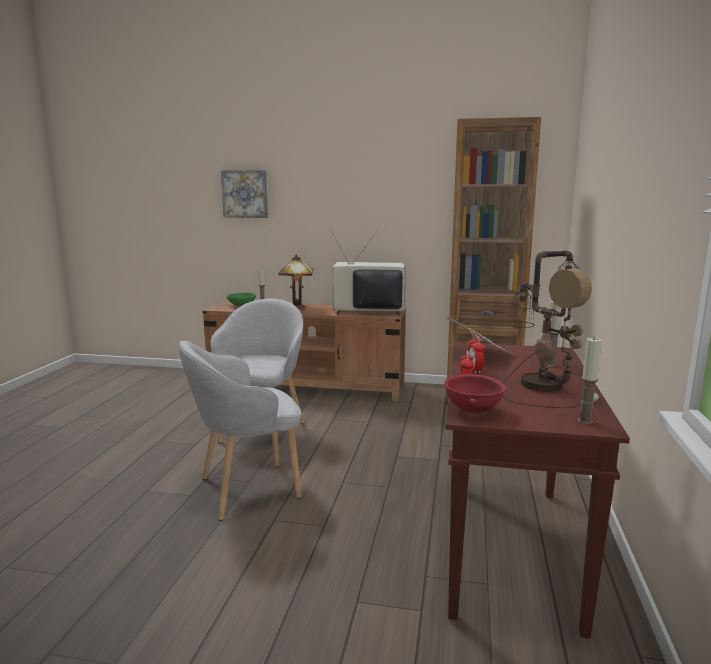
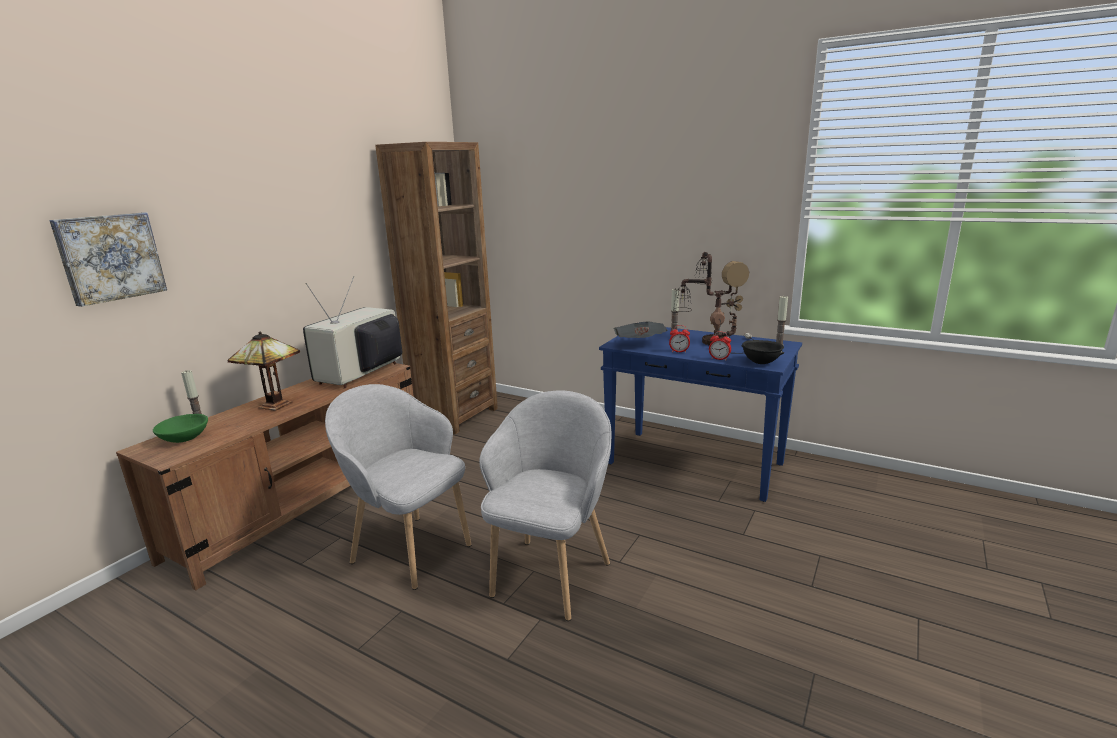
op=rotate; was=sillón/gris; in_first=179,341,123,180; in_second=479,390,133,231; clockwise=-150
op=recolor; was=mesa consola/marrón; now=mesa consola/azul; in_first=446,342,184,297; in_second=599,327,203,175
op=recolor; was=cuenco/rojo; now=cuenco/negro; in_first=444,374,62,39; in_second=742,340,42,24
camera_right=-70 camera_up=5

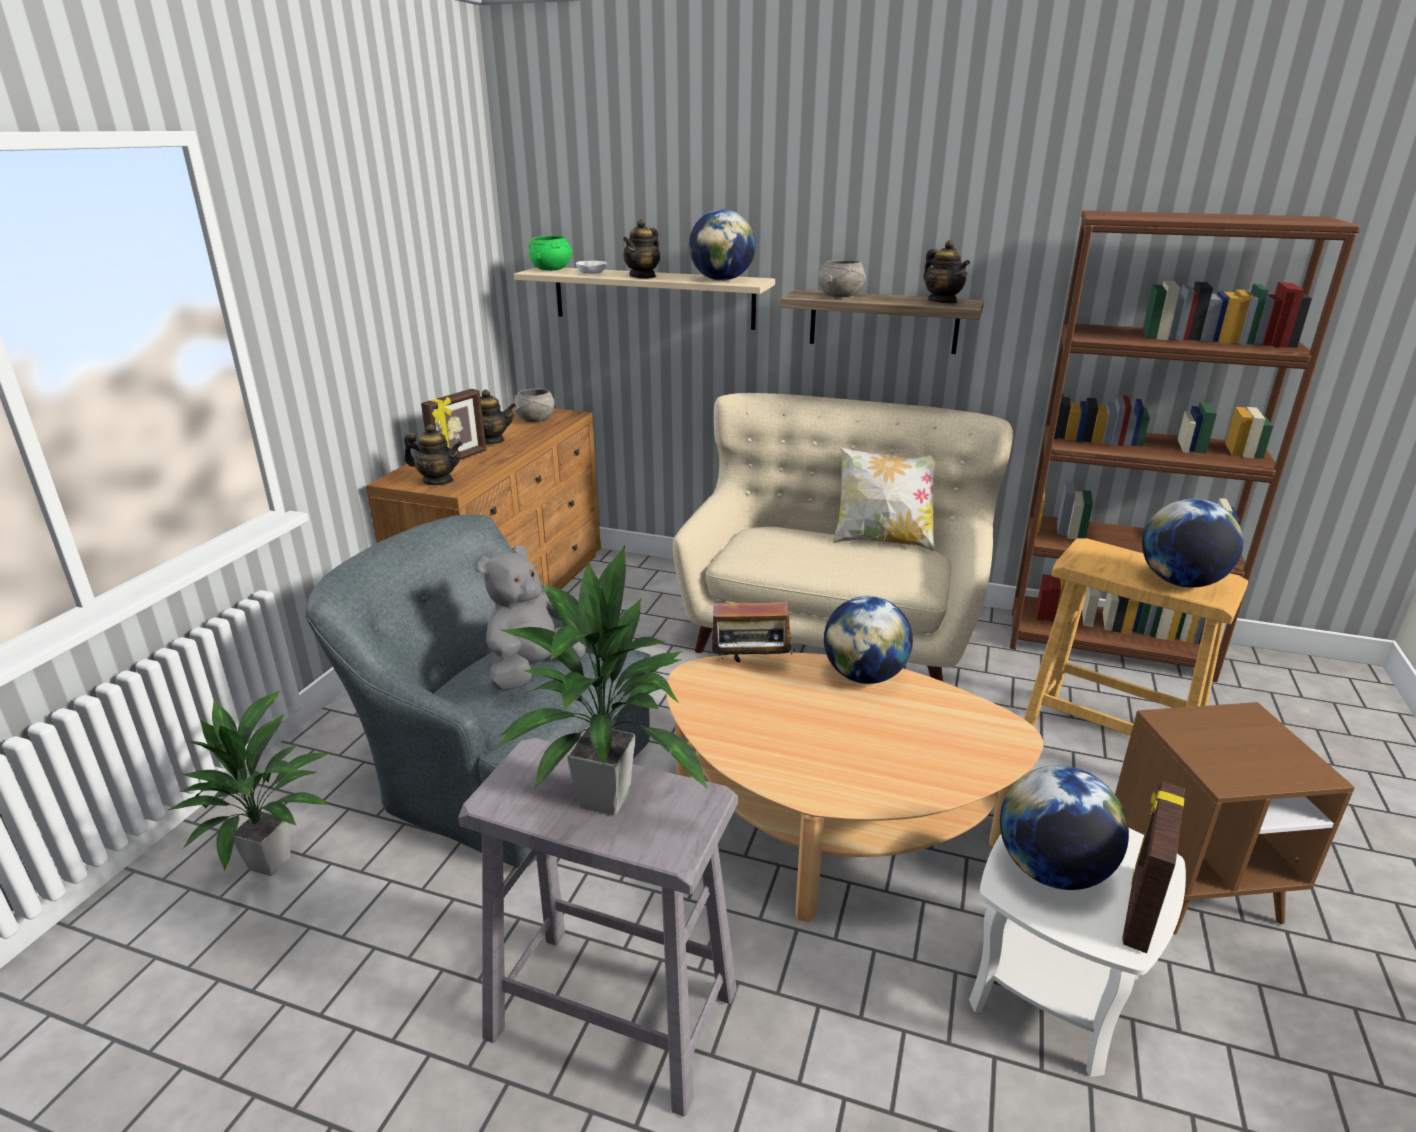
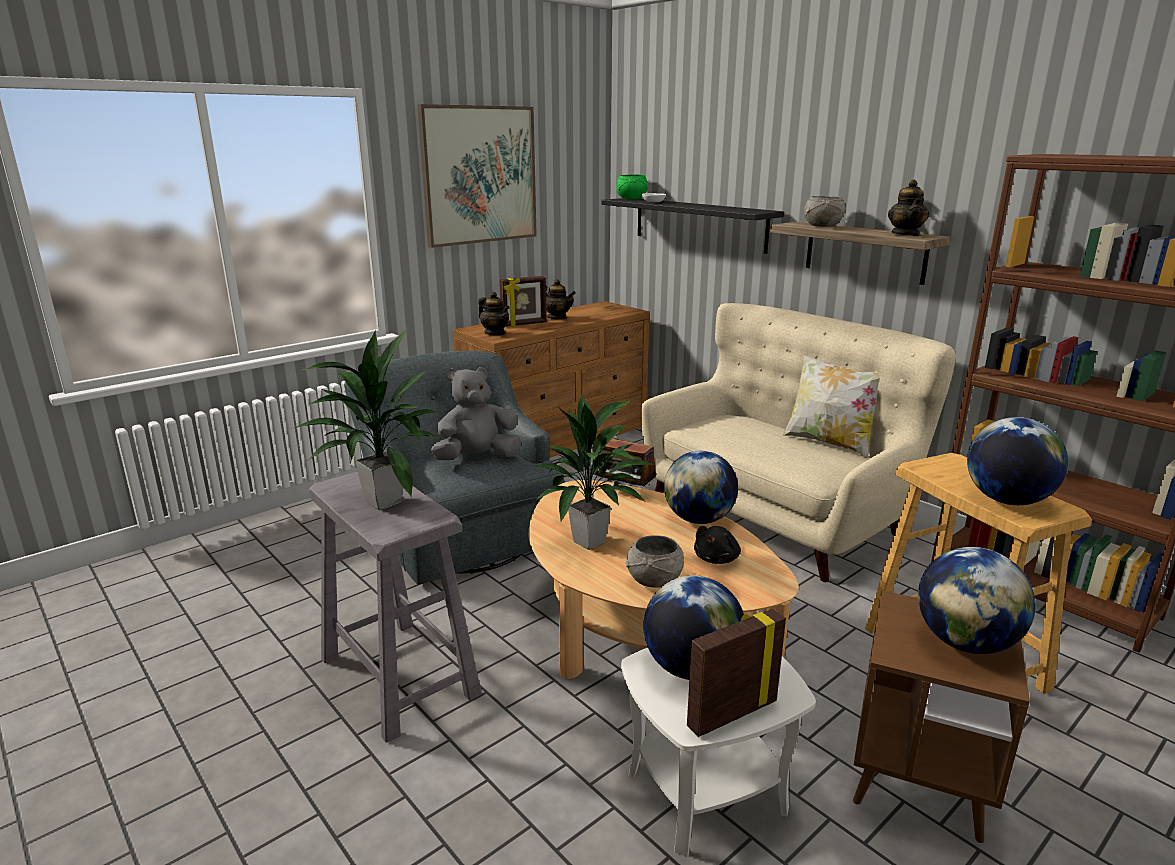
op=insert; now=cuadro; in_second=417,104,120,144
op=move; was=planta en maceta; in_first=168,690,162,186; in_second=534,394,119,156
op=recolor; was=estante/beis; now=estante/negro; in_first=514,267,261,63; in_second=601,198,183,56
op=move; was=cuenco/gris; in_first=514,388,41,34; in_second=626,535,58,53
op=insert; now=peluche/negro; in_second=694,526,47,38
op=move; was=globo terráqueo; in_first=689,209,67,72; in_second=918,547,117,107
op=delete; was=tetera; in_first=623,220,37,59
camera_right=30 camera_up=-5

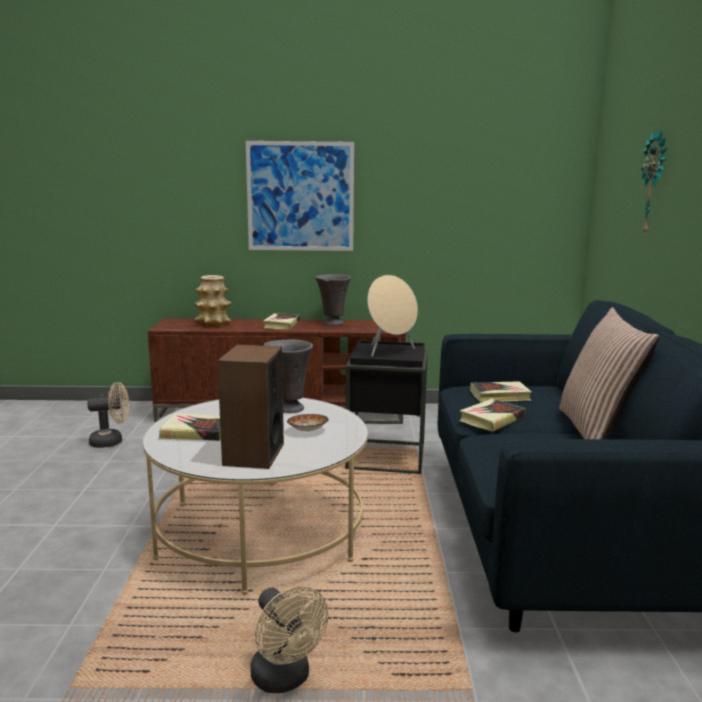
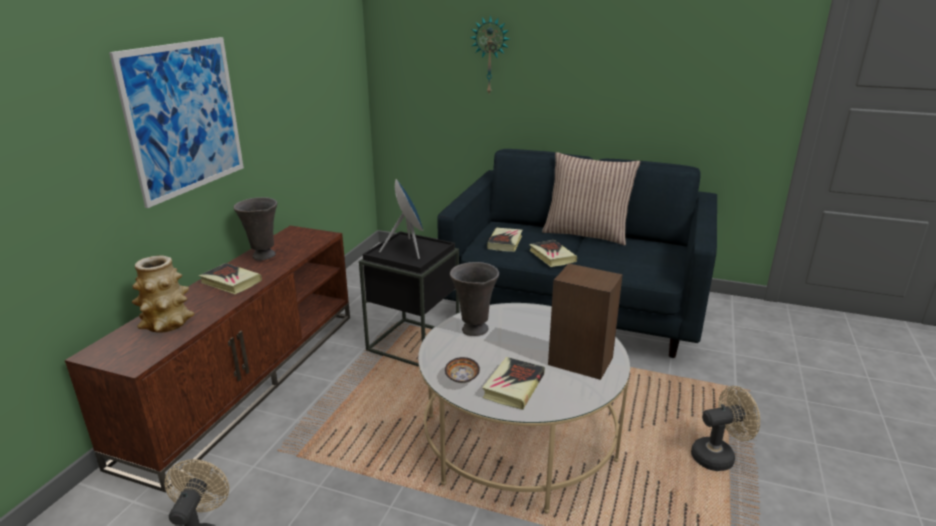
op=recolor; was=altavoz/beis; now=altavoz/azul; in_first=367,275,51,82; in_second=379,179,45,80
op=move; was=cuenco; in_first=287,414,42,18; in_second=445,357,35,26
camera_right=-70 camera_up=10

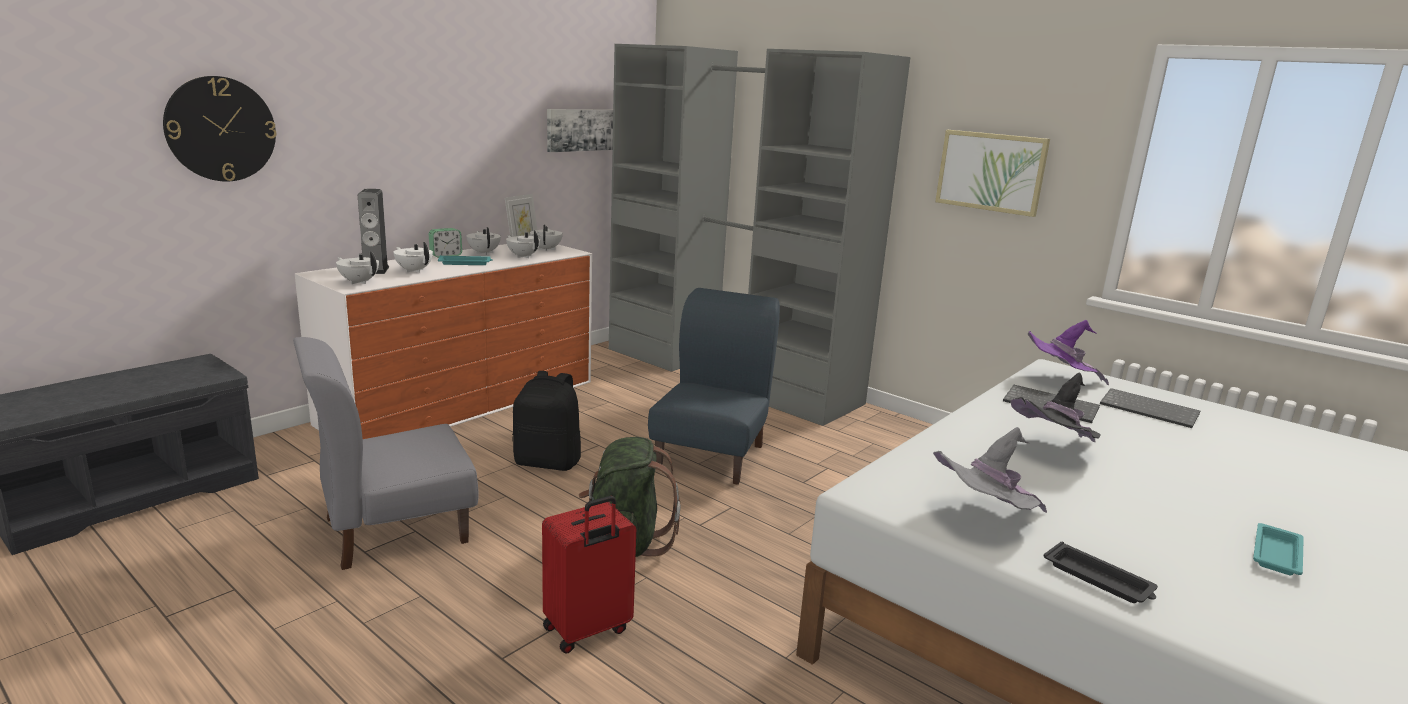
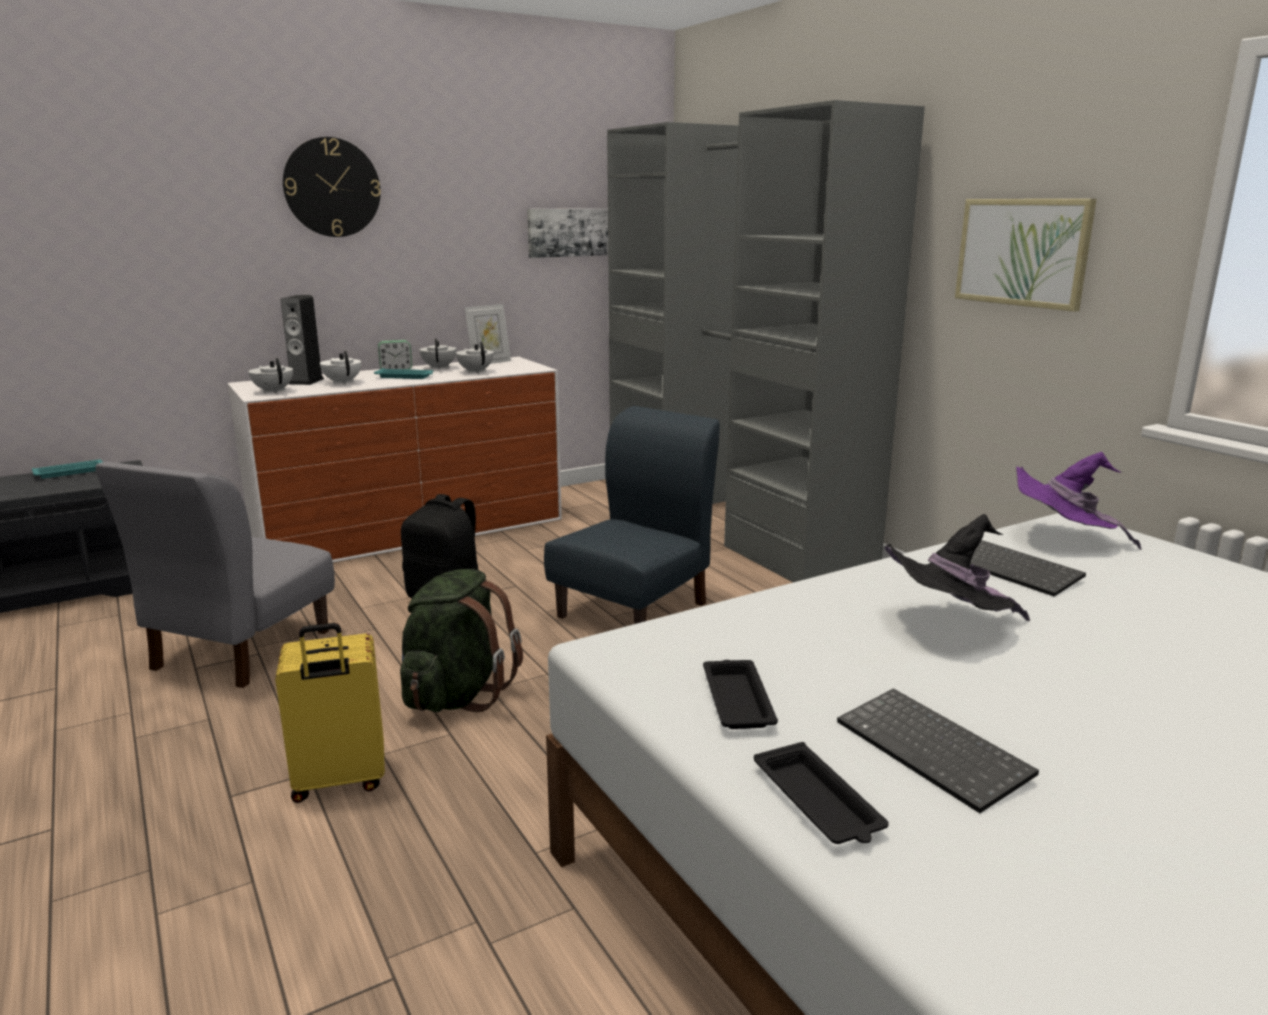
op=move; was=bandeja/turquesa; in_first=1253,523,51,52; in_second=32,460,71,19
op=rotate; was=silla/gris; in_first=293,337,186,233; in_second=95,462,240,226; clockwise=-60
op=recolor; was=maleta/rojo; now=maleta/amarillo; in_first=542,496,94,158; in_second=275,623,110,180
op=move; was=reloj de pared; in_first=163,76,114,106; in_second=283,137,98,100
op=replace; was=sombrero/gris; now=bandeja/negro; in_first=933,427,114,86; in_second=703,660,75,69
op=move; was=teclado; in_first=1100,388,100,40; in_second=837,688,202,125
op=delete; was=tetera/blanco; in_first=530,224,33,27
camera_right=20 camera_up=0

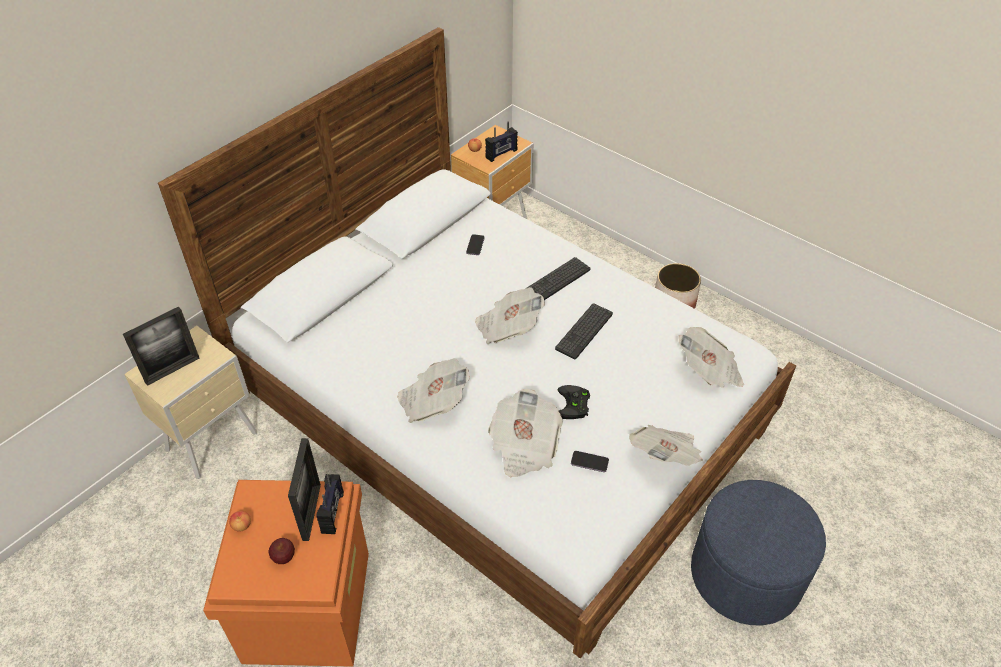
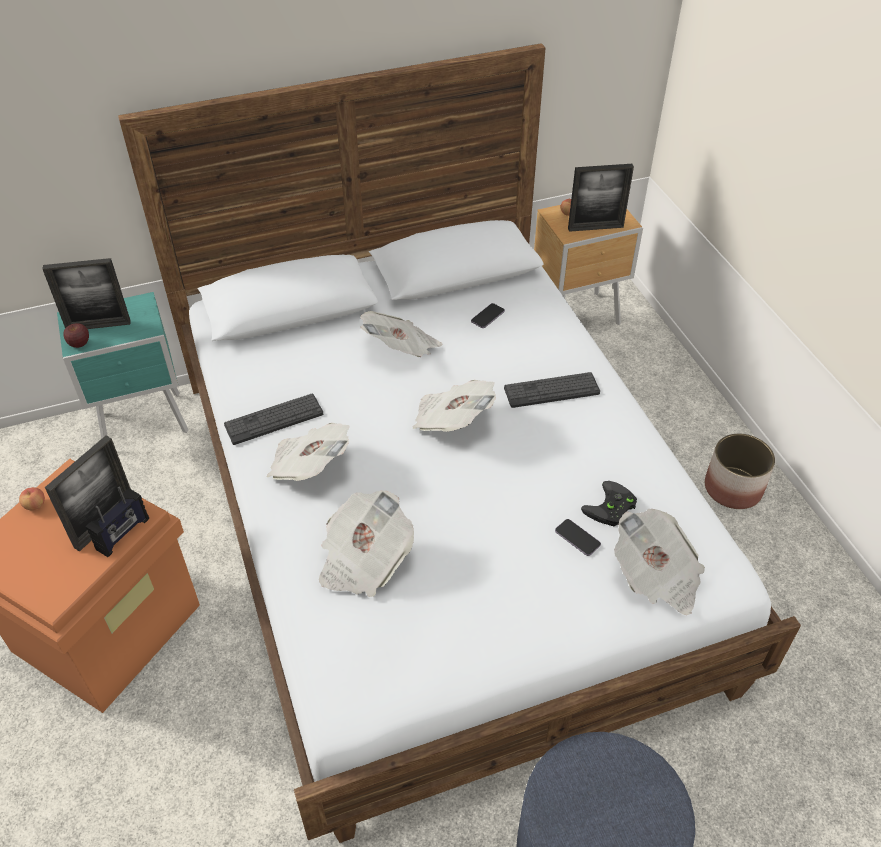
op=recolor; was=mesita de noche/beis; now=mesita de noche/turquesa; in_first=124,326,133,153; in_second=57,292,131,147
op=move; was=manzana; in_first=268,538,27,26; in_second=64,323,25,25
op=move; was=teclado; in_first=555,303,58,56; in_second=224,394,99,51
op=move; was=periódico; in_first=629,425,74,41; in_second=360,311,83,46
op=move; was=móvil; in_first=571,451,38,21; in_second=555,519,46,37
op=replace; was=radio; now=portarretratos; in_first=485,122,33,40; in_second=568,164,66,68
op=move; was=mando de consola/negro; in_first=557,385,33,34; in_second=581,481,56,45
camera_right=30 camera_up=0

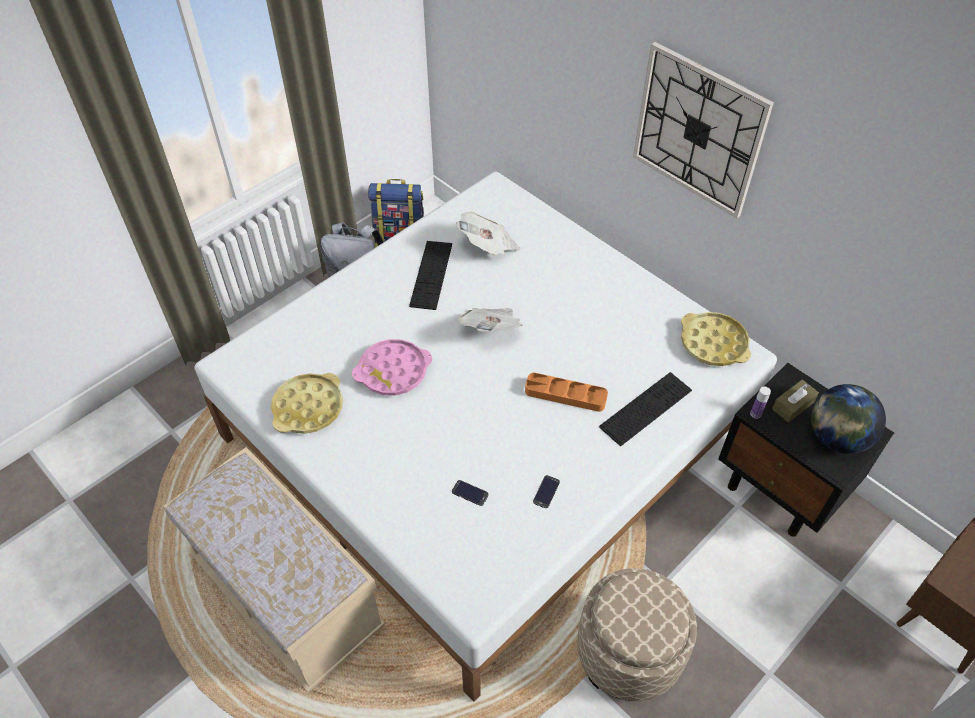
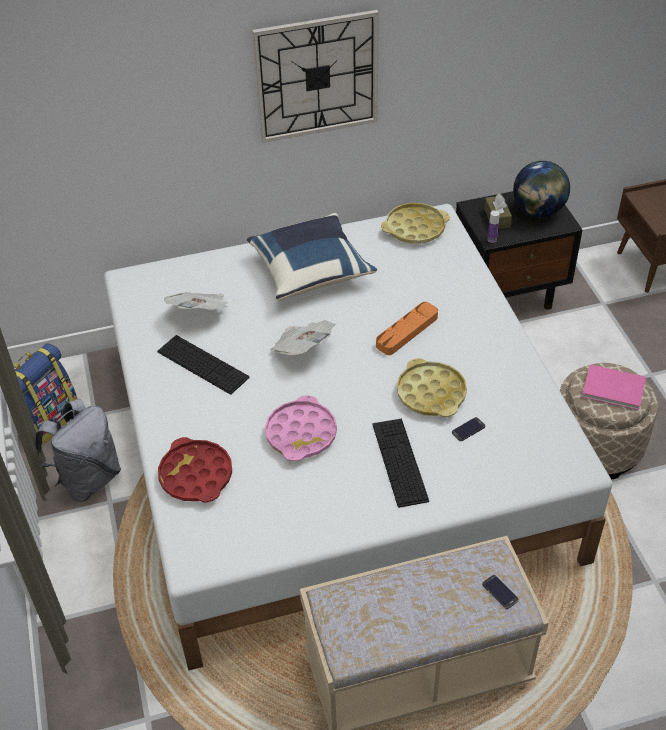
op=insert; now=bandeja/rojo; in_second=158,437,74,65
op=insert; now=cojín/azul; in_second=247,213,130,88
op=move; was=teclado; in_first=599,372,93,74; in_second=372,419,57,89
op=move; was=bandeja/amarillo; in_first=271,373,72,61; in_second=397,358,70,59
op=move; was=móvil; in_first=533,475,27,33; in_second=482,575,37,34
op=insert; now=libro/rosa; in_second=582,364,64,46
camera_right=-60 camera_up=-5

